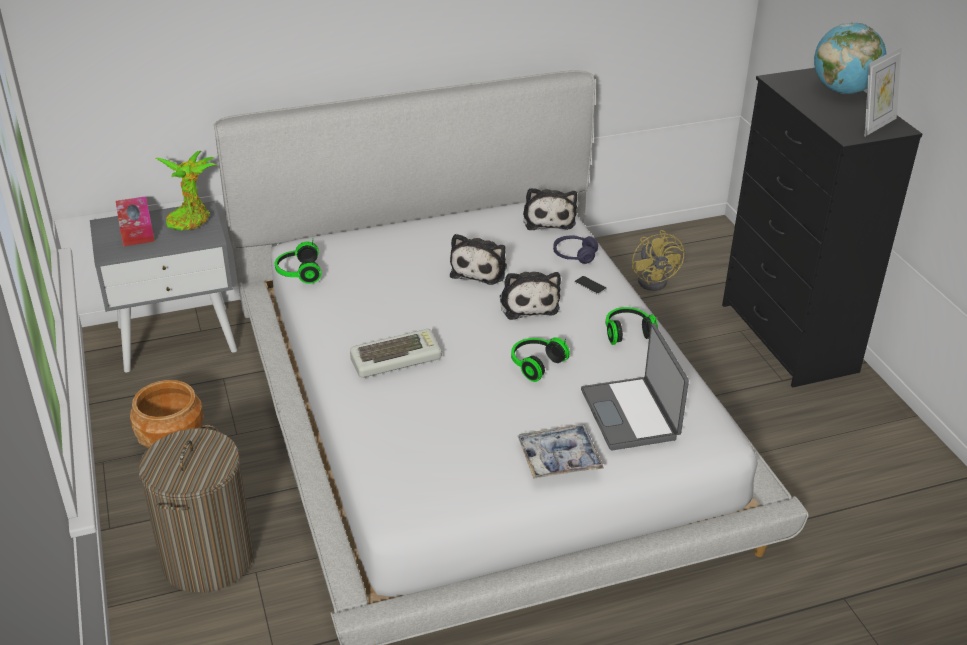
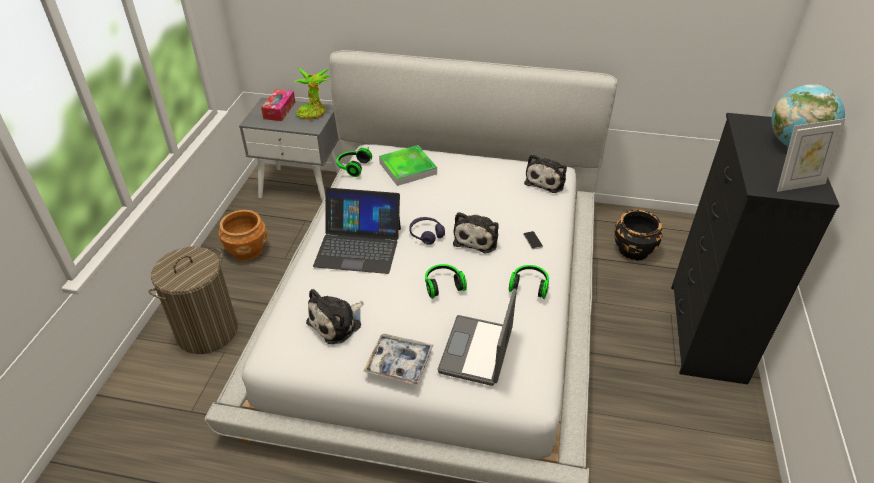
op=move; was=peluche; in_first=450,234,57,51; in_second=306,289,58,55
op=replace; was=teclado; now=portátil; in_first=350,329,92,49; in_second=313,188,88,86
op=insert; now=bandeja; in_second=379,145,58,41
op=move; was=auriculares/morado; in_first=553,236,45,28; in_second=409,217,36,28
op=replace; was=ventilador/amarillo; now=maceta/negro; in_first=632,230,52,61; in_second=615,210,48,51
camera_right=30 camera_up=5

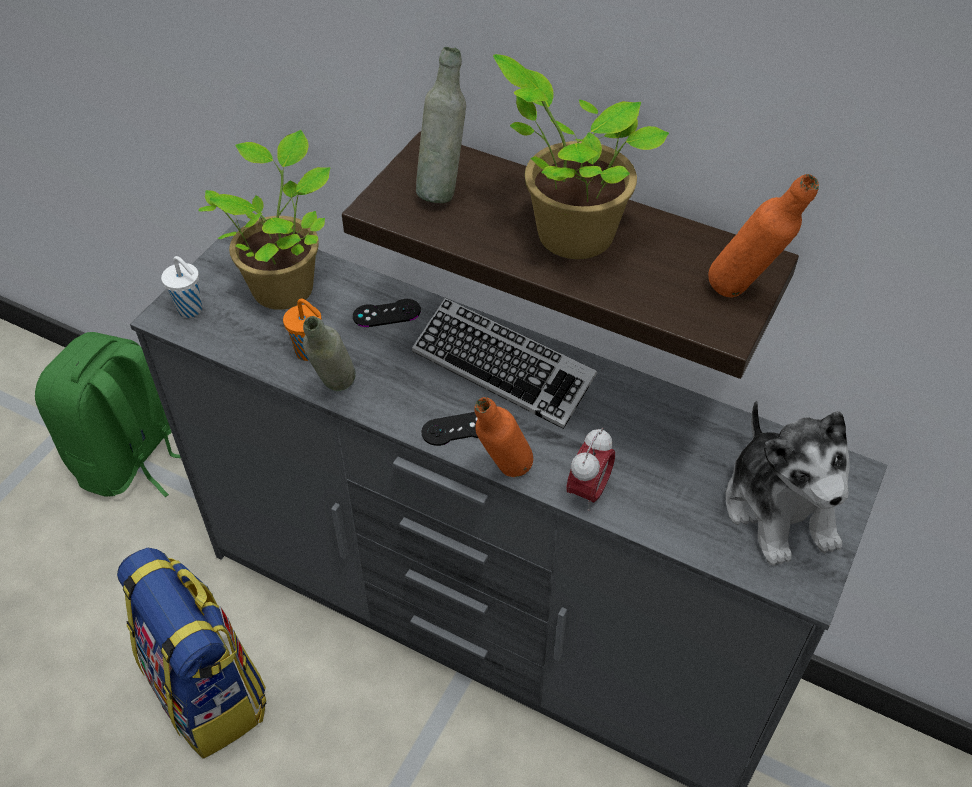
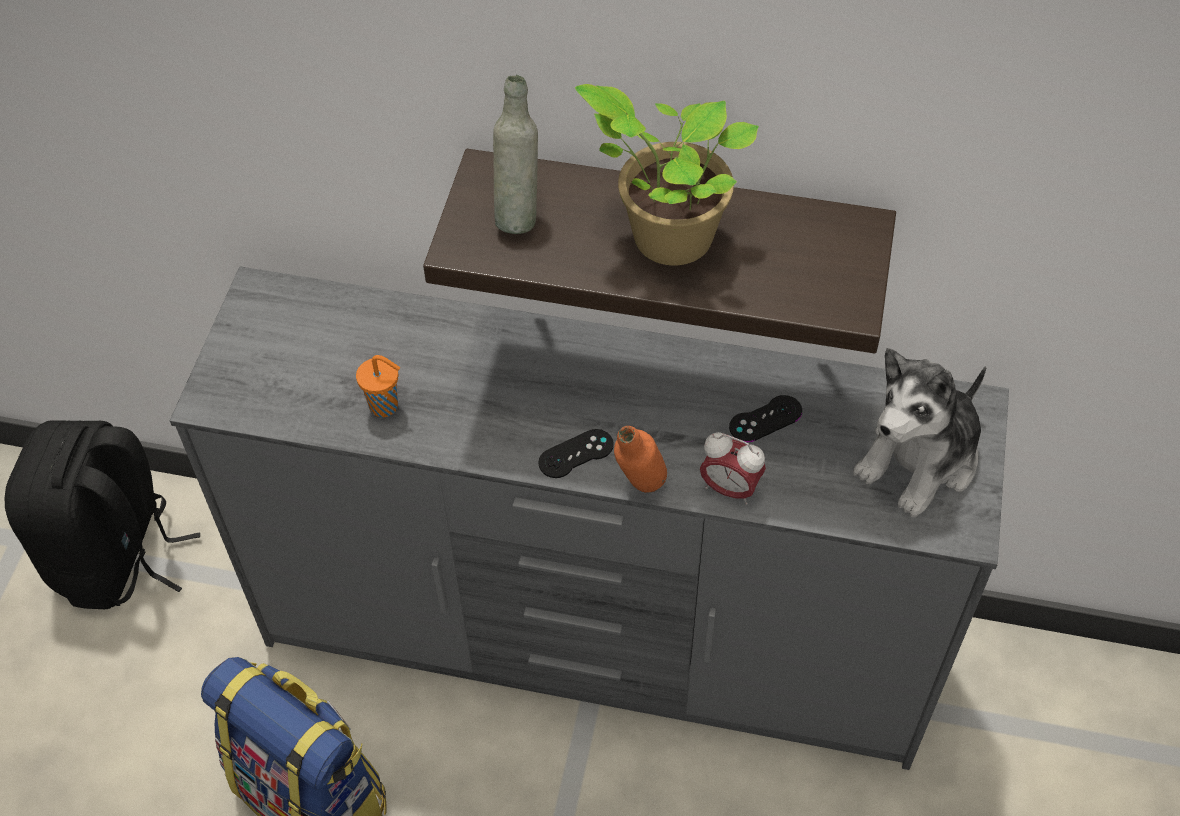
op=recolor; was=mochila/verde; now=mochila/negro; in_first=35,332,146,165; in_second=5,421,195,188
op=rotate; was=despertador; in_first=566,428,49,83; in_second=700,432,66,73; clockwise=105
op=move; was=mando de consola/negro; in_first=353,299,68,28; in_second=729,395,73,47
op=rotate; was=peluche; in_first=725,400,125,166; in_second=853,348,133,170; clockwise=75
op=delete; was=taza/blanco; in_first=161,256,41,62
op=delete; was=planta en maceta; in_first=198,130,133,180
op=delete; was=botella/gris; in_first=303,316,53,75
op=delete; was=teclado; in_first=412,298,185,131
op=delete; was=botella/naranja; in_first=708,174,111,123
camera_right=-15 camera_up=5

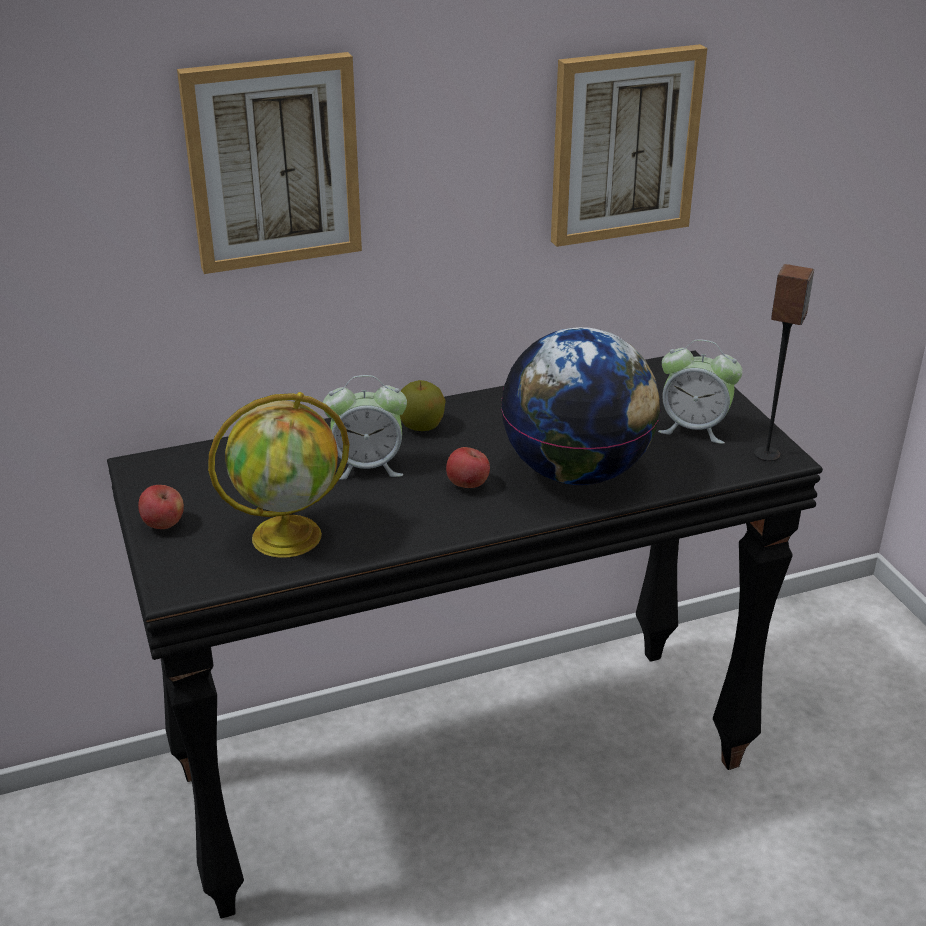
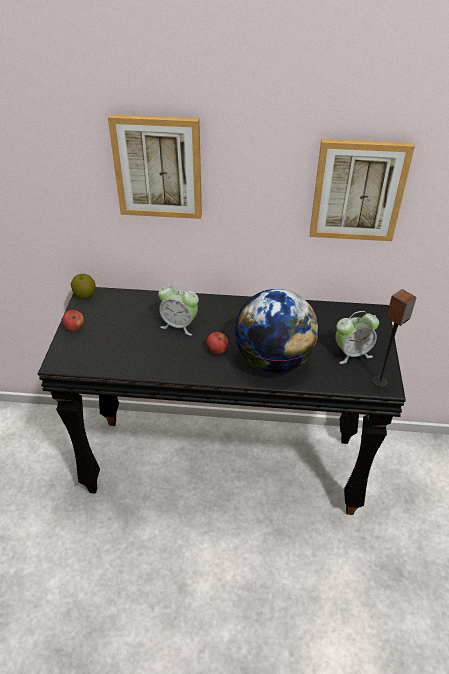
op=move; was=manzana; in_first=400,380,46,51; in_second=71,274,24,25
op=rotate; was=despertador; in_first=658,339,85,105; in_second=335,311,44,53; clockwise=-60
op=delete; was=globo terráqueo; in_first=208,392,141,166
camera_right=25 camera_up=10

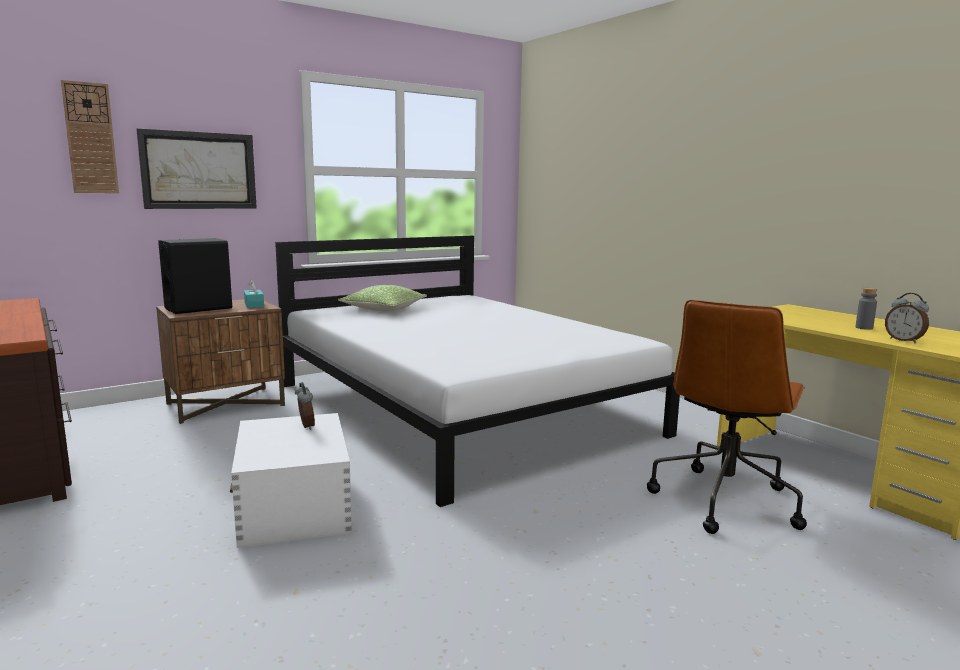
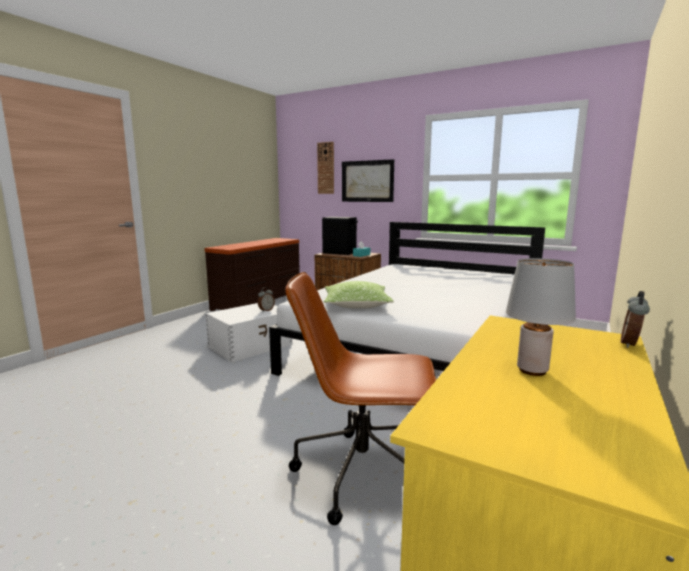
op=move; was=cojín; in_first=338,285,89,26; in_second=324,281,70,28
op=replace; was=botella/gris; now=lámpara de mesa/gris; in_first=855,288,22,42; in_second=506,258,70,118
op=move; was=despertador; in_first=885,293,44,50; in_second=621,291,29,57
camera_right=65 camera_up=0

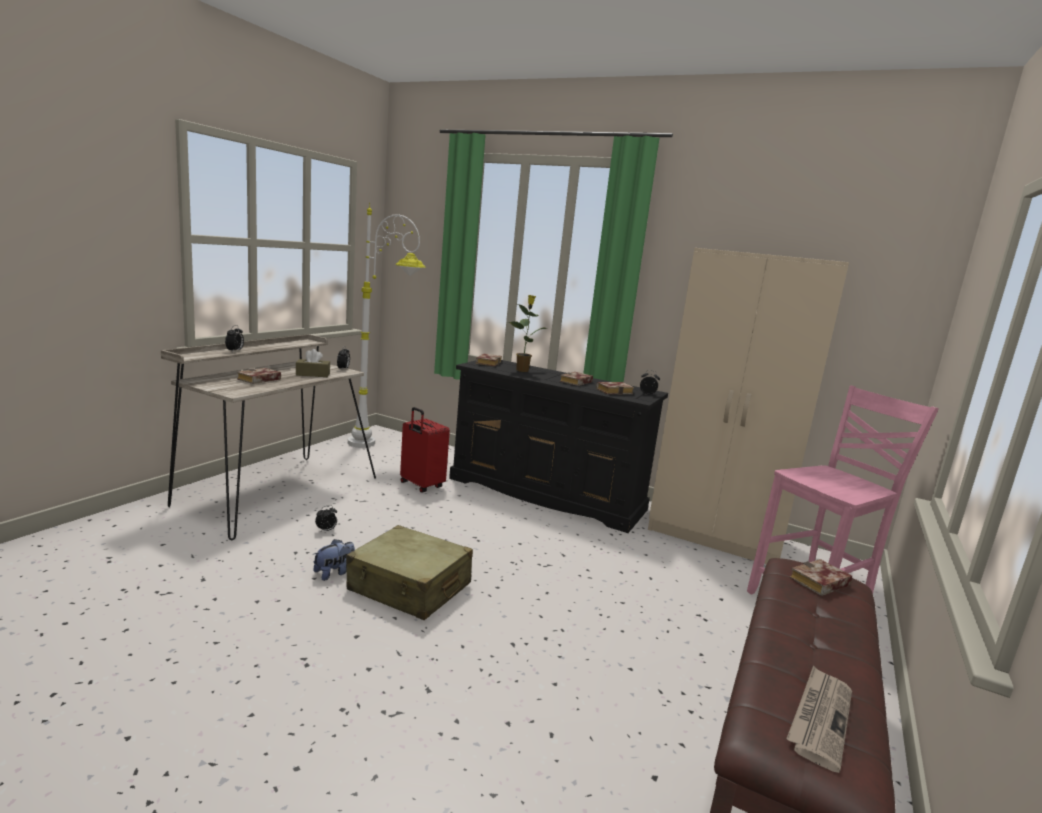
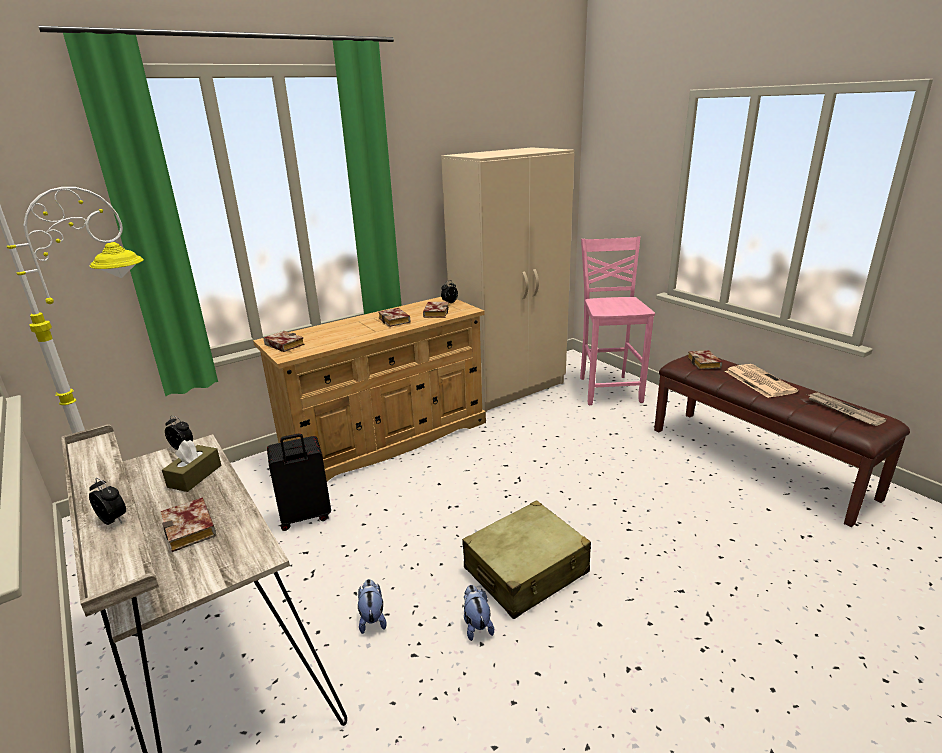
op=recolor; was=cómoda/negro; now=cómoda/beis; in_first=449,360,219,173; in_second=253,297,233,185
op=recolor; was=maleta/rojo; now=maleta/negro; in_first=400,407,50,86; in_second=267,433,64,98
op=replace; was=despertador; now=peluche; in_first=315,505,22,28; in_second=358,579,29,55
op=insert; now=periódico; in_second=725,364,73,34
op=delete; was=planta en maceta; in_first=507,295,39,77
camera_right=-60 camera_up=10

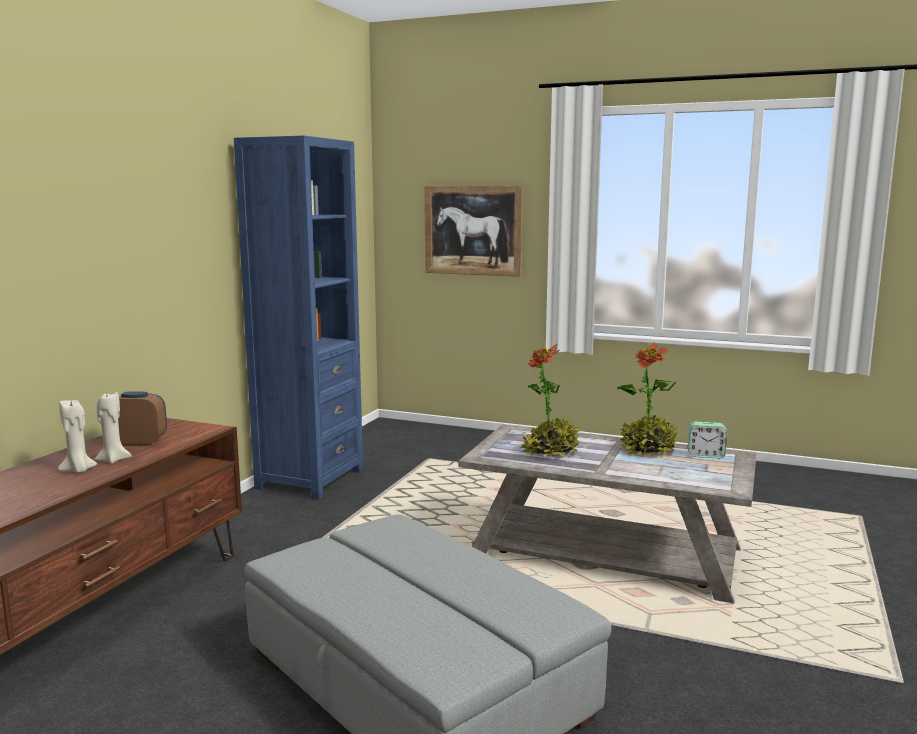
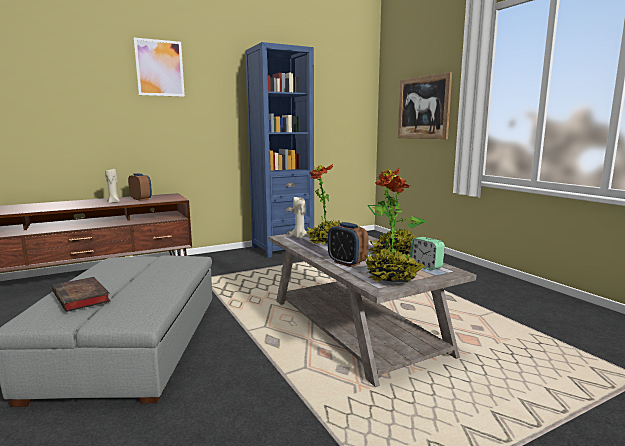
op=insert; now=libro; in_second=52,277,59,35
op=insert; now=cuadro; in_second=134,38,51,59
op=move; was=vela/beis; in_first=58,400,39,73; in_second=290,196,19,42
op=insert; now=despertador; in_second=328,222,40,45
op=insert; now=planta en maceta; in_second=364,175,64,107
camera_right=40 camera_up=0

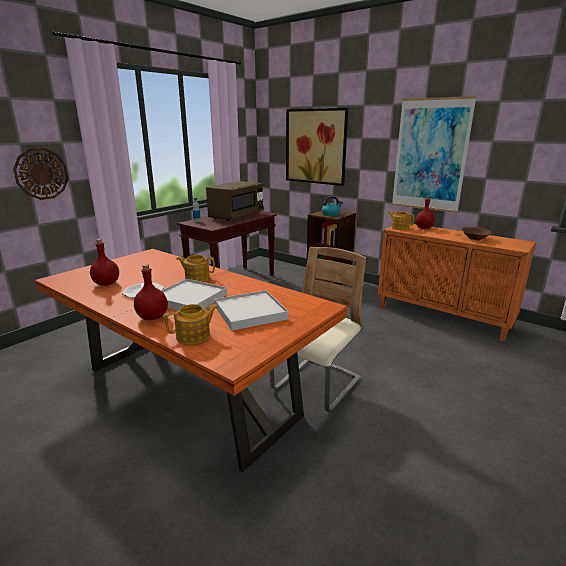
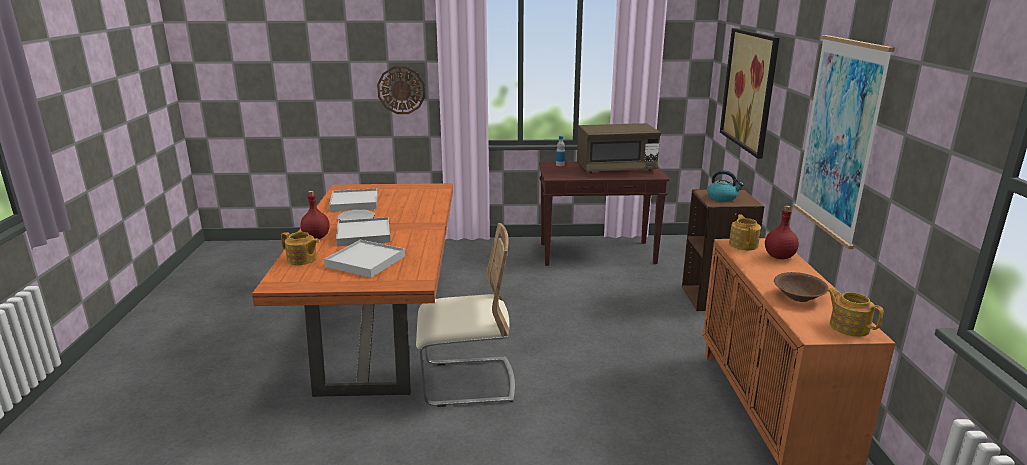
op=replace; was=botella/rojo; now=bandeja/blanco; in_first=90,239,29,47; in_second=329,188,49,23
op=move; was=tetera; in_first=176,255,39,27; in_second=826,288,58,49
camera_right=50 camera_up=0

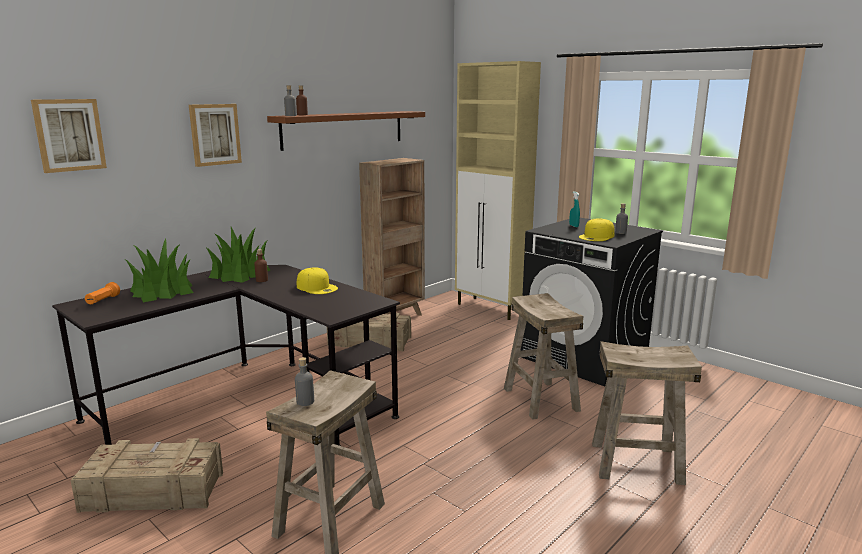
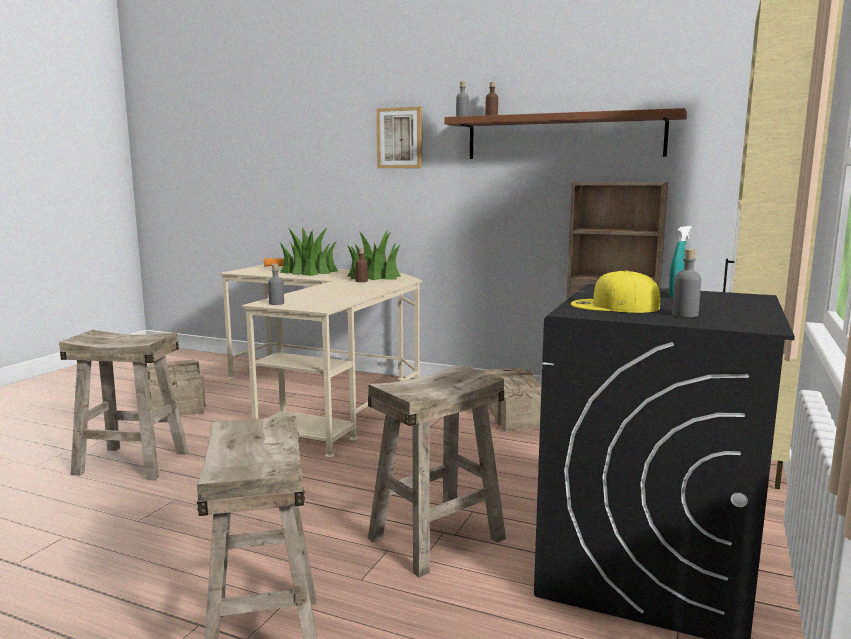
op=recolor; was=escritorio/negro; now=escritorio/beis; in_first=52,265,348,181; in_second=219,265,203,193
op=move; was=botella/gris; in_first=295,357,19,49; in_second=268,264,16,41
op=delete; was=cuadro; in_first=31,99,76,74
op=delete; was=gorra/amarillo; in_first=297,267,41,27
camera_right=70 camera_up=-5

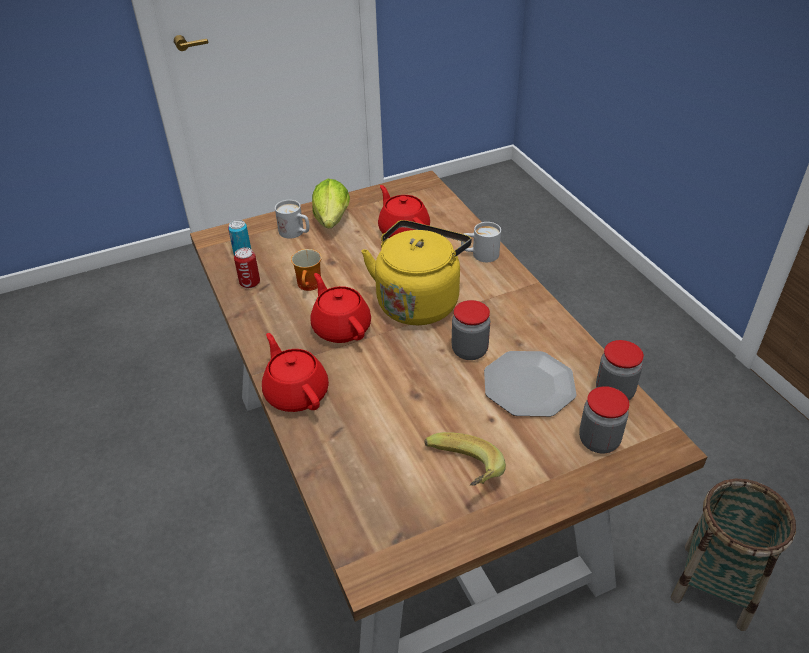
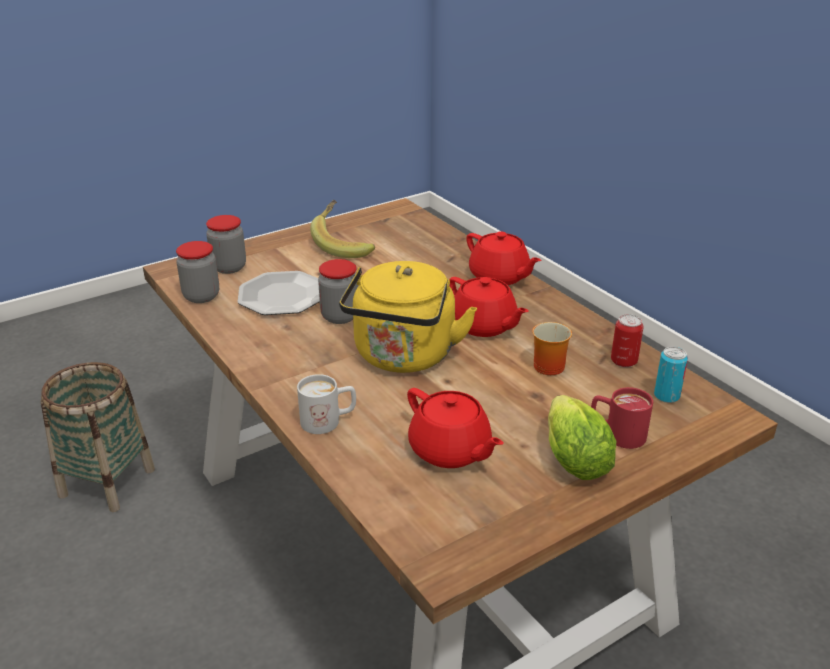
op=recolor; was=taza grande/blanco; now=taza grande/rojo; in_first=275,200,35,39; in_second=591,387,62,62
camera_right=170 camera_up=-10

